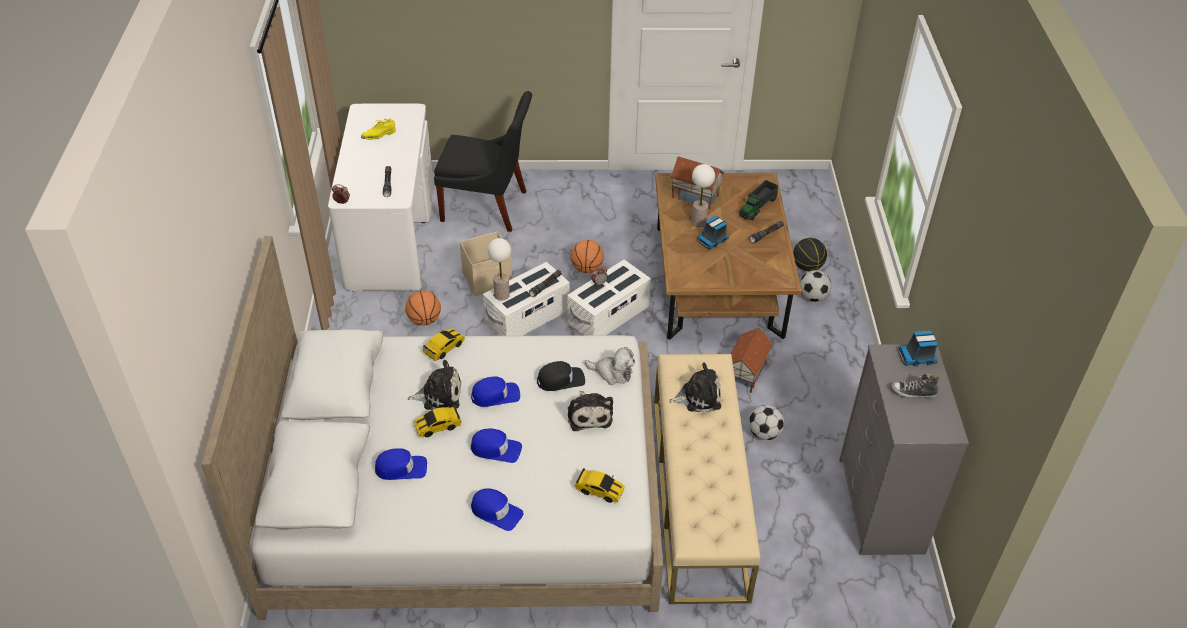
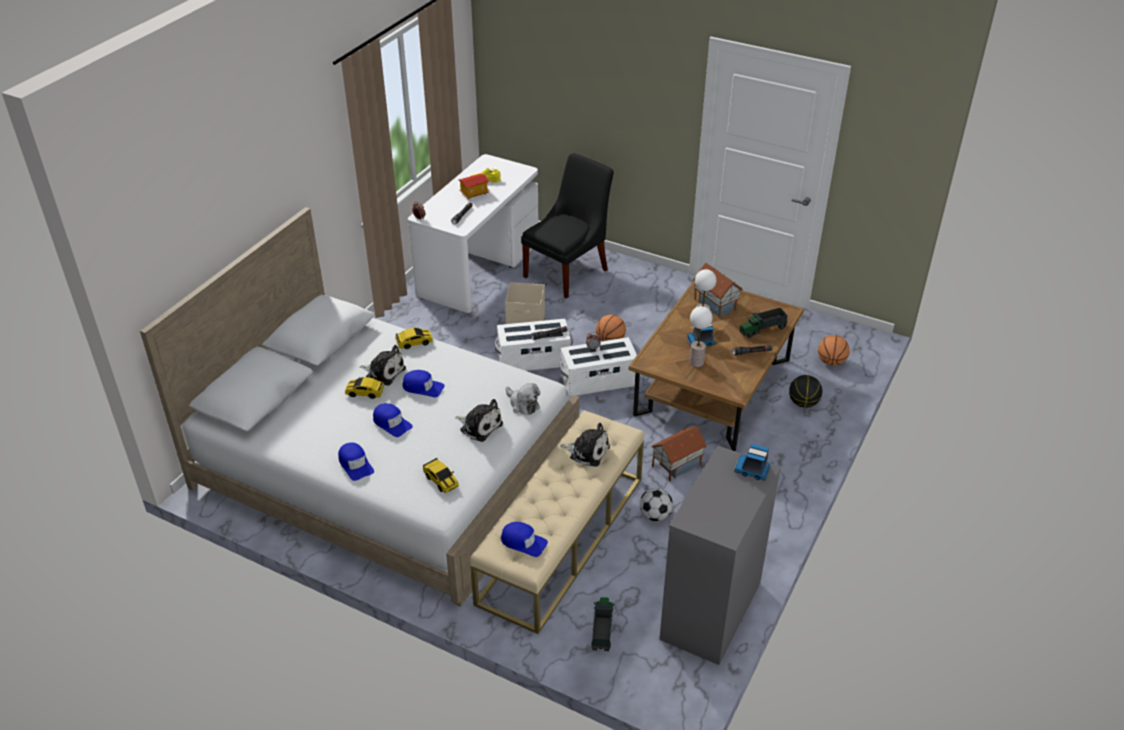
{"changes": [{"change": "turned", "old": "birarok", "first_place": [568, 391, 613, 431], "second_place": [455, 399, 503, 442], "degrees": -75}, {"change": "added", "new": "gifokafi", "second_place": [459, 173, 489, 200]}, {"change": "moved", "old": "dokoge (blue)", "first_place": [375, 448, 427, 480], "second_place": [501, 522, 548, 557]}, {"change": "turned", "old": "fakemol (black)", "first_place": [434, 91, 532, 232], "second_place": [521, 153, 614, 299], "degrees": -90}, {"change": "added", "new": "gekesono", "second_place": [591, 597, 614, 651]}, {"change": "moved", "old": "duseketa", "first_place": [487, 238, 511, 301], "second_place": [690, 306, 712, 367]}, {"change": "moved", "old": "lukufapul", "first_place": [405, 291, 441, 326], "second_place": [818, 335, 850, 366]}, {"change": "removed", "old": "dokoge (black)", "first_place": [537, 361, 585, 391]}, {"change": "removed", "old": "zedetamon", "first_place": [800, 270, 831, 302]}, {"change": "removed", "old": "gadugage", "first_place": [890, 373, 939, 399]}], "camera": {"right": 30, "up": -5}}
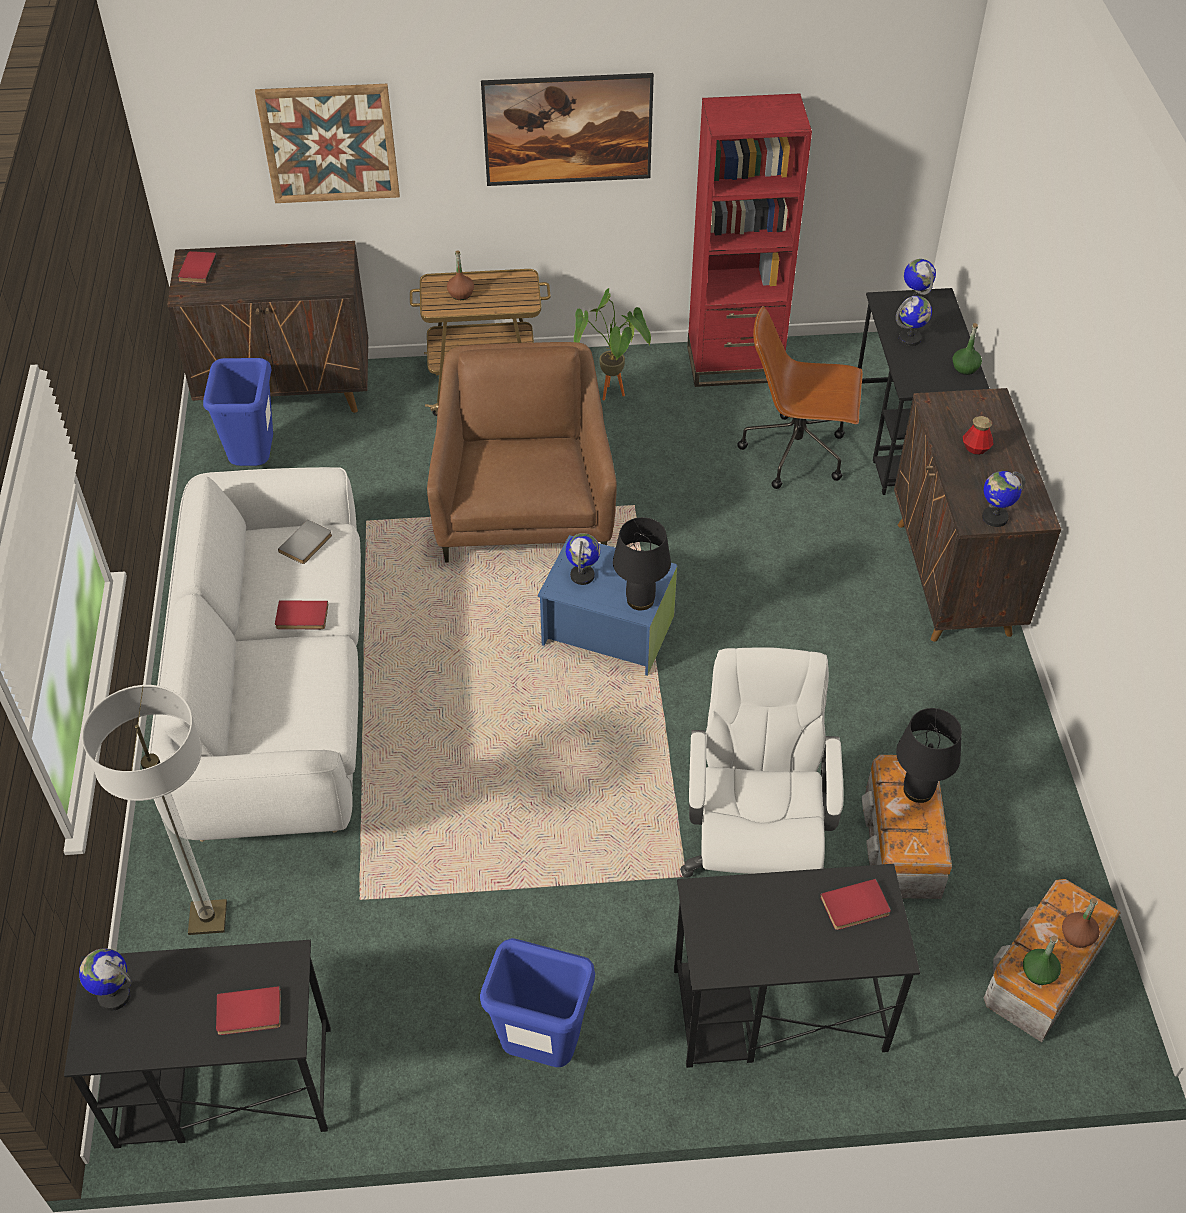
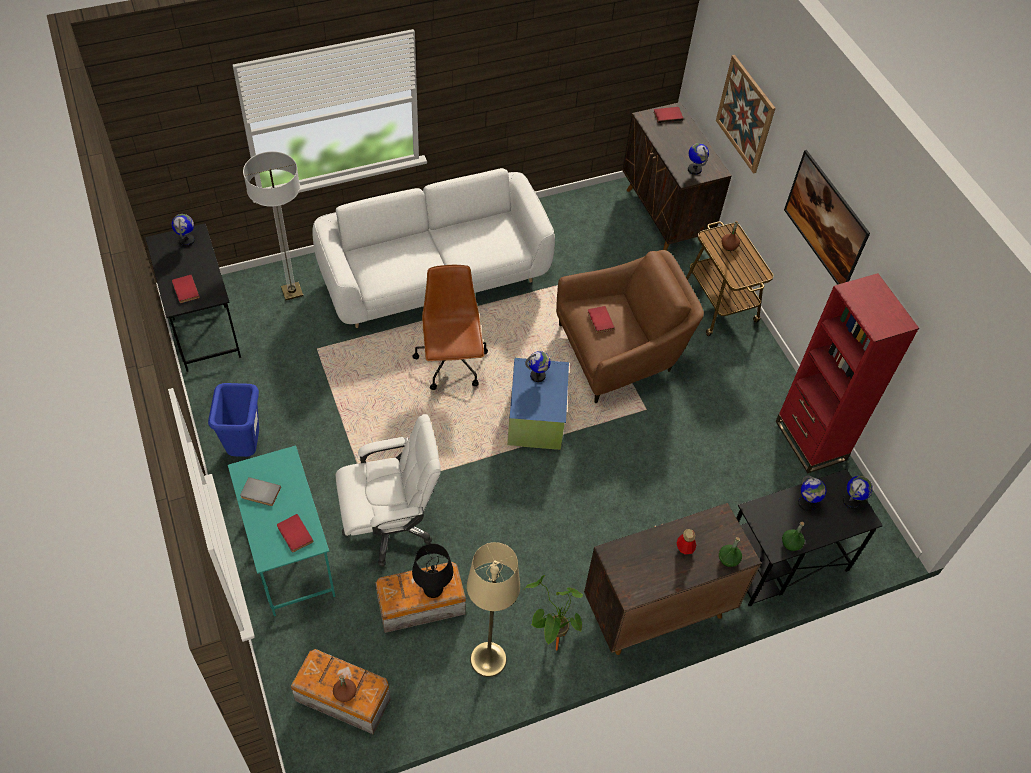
{"changes": [{"change": "recoloured", "old": "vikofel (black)", "new": "vikofel (turquoise)", "first_place": [674, 864, 920, 1068], "second_place": [228, 445, 335, 616]}, {"change": "moved", "old": "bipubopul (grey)", "first_place": [278, 520, 332, 564], "second_place": [240, 477, 281, 506]}, {"change": "moved", "old": "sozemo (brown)", "first_place": [737, 306, 863, 489], "second_place": [412, 265, 488, 390]}, {"change": "added", "new": "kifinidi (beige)", "second_place": [467, 542, 520, 677]}, {"change": "moved", "old": "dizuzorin", "first_place": [574, 288, 651, 401], "second_place": [525, 575, 583, 651]}, {"change": "moved", "old": "bipubopul (red)", "first_place": [275, 601, 329, 629], "second_place": [587, 306, 615, 333]}, {"change": "moved", "old": "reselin", "first_place": [982, 471, 1025, 527], "second_place": [688, 143, 709, 175]}, {"change": "moved", "old": "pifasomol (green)", "first_place": [1023, 935, 1061, 985], "second_place": [719, 537, 742, 567]}, {"change": "removed", "old": "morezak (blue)", "first_place": [203, 358, 273, 466]}, {"change": "removed", "old": "duseketa (black)", "first_place": [613, 517, 671, 610]}], "camera": {"right": 70, "up": 5}}
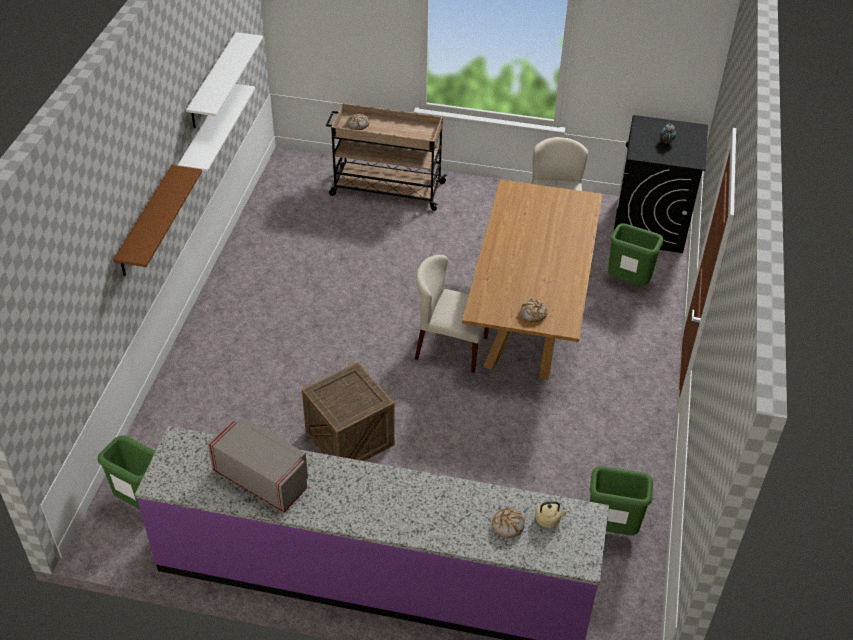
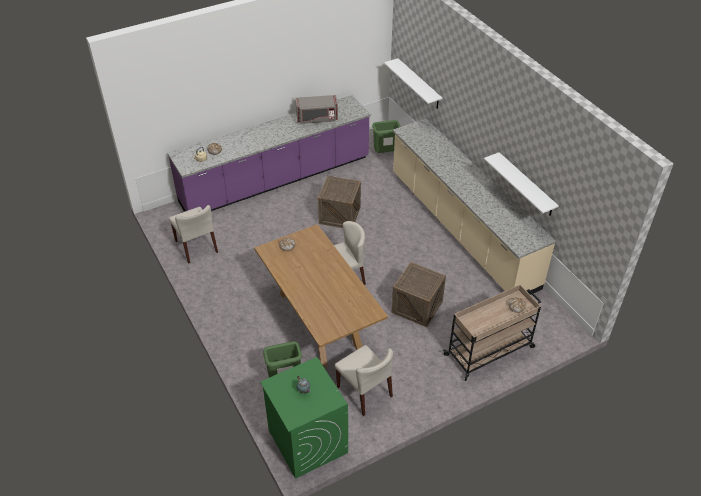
{"changes": [{"change": "replaced", "old": "morezak (green)", "new": "fakemol (beige)", "first_place": [589, 466, 653, 535], "second_place": [169, 205, 218, 264]}, {"change": "recoloured", "old": "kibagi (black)", "new": "kibagi (green)", "first_place": [614, 115, 708, 253], "second_place": [260, 357, 348, 479]}, {"change": "moved", "old": "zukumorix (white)", "first_place": [186, 32, 263, 129], "second_place": [384, 58, 442, 109]}, {"change": "added", "new": "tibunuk", "second_place": [392, 262, 446, 327]}, {"change": "added", "new": "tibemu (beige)", "second_place": [393, 118, 556, 295]}, {"change": "removed", "old": "zukumorix (brown)", "first_place": [113, 165, 202, 276]}], "camera": {"right": 140, "up": 0}}
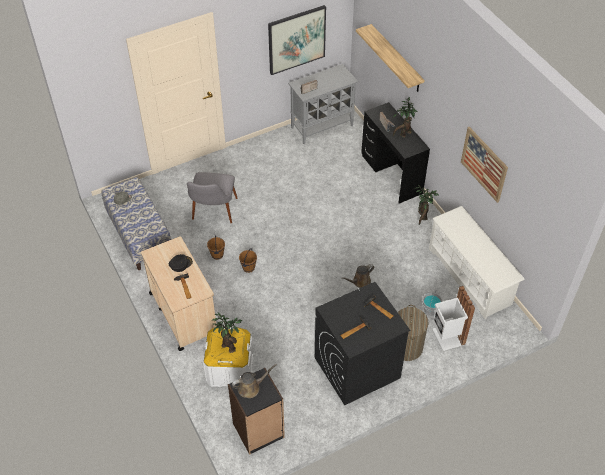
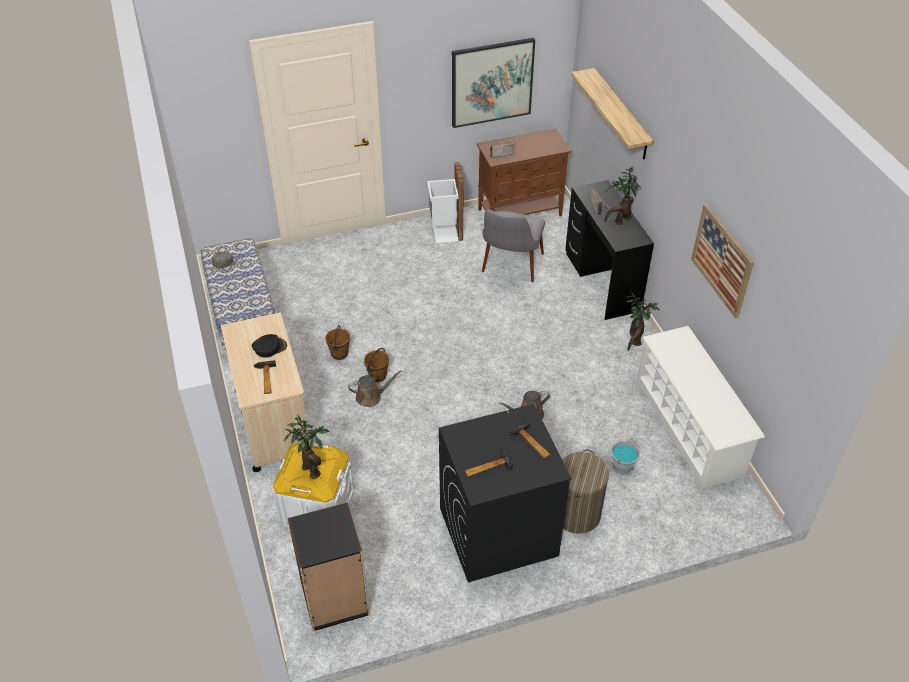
{"changes": [{"change": "moved", "old": "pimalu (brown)", "first_place": [232, 364, 277, 398], "second_place": [348, 370, 403, 407]}, {"change": "moved", "old": "morezak (white)", "first_place": [432, 286, 475, 351], "second_place": [427, 162, 464, 243]}, {"change": "recoloured", "old": "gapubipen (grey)", "new": "gapubipen (brown)", "first_place": [288, 64, 358, 144], "second_place": [477, 128, 572, 217]}, {"change": "moved", "old": "fakemol (grey)", "first_place": [187, 172, 238, 223], "second_place": [482, 209, 545, 282]}], "camera": {"right": 10, "up": -5}}
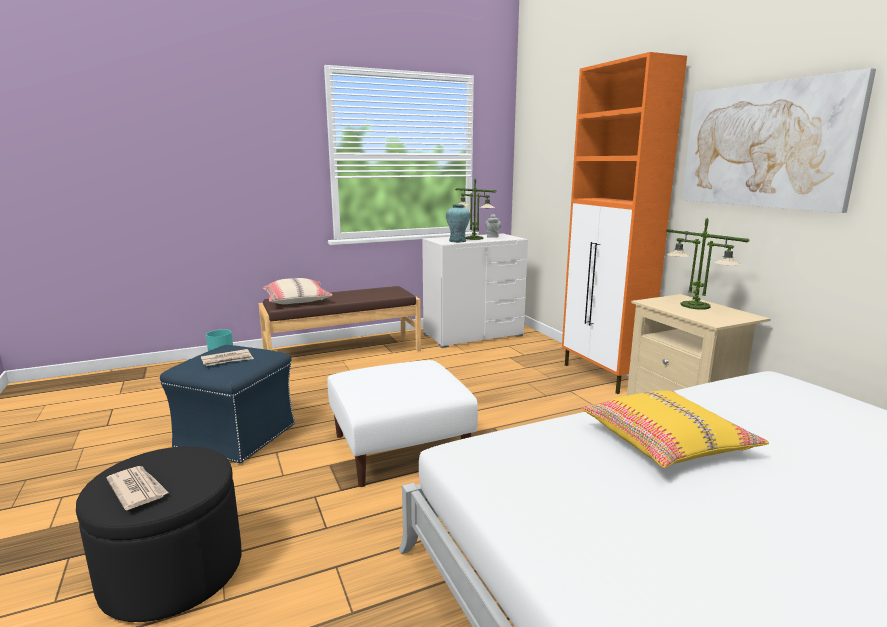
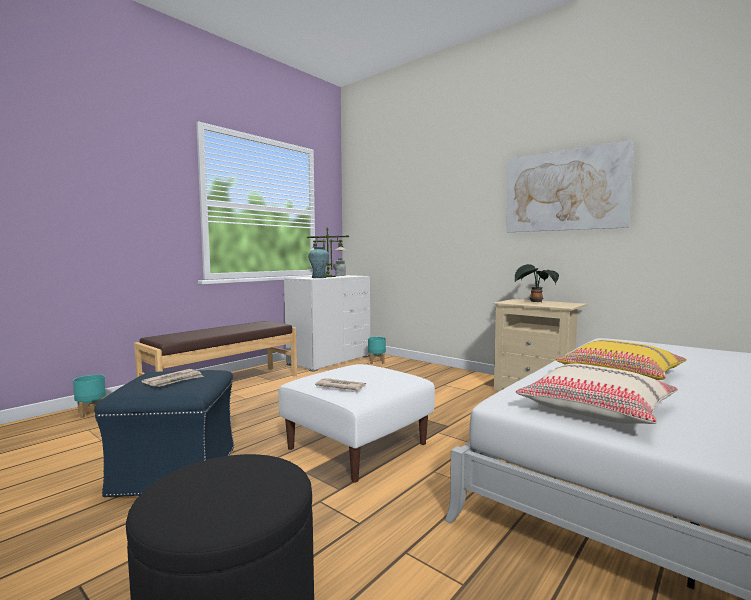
{"changes": [{"change": "moved", "old": "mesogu", "first_place": [107, 466, 169, 510], "second_place": [315, 378, 366, 390]}, {"change": "added", "new": "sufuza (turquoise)", "second_place": [368, 337, 386, 364]}, {"change": "replaced", "old": "duseketa", "new": "dizuzorin", "first_place": [666, 218, 750, 310], "second_place": [515, 264, 559, 302]}, {"change": "moved", "old": "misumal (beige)", "first_place": [263, 278, 333, 304], "second_place": [516, 364, 678, 424]}, {"change": "removed", "old": "gapubipen (orange)", "first_place": [562, 52, 687, 394]}], "camera": {"right": -25, "up": -10}}
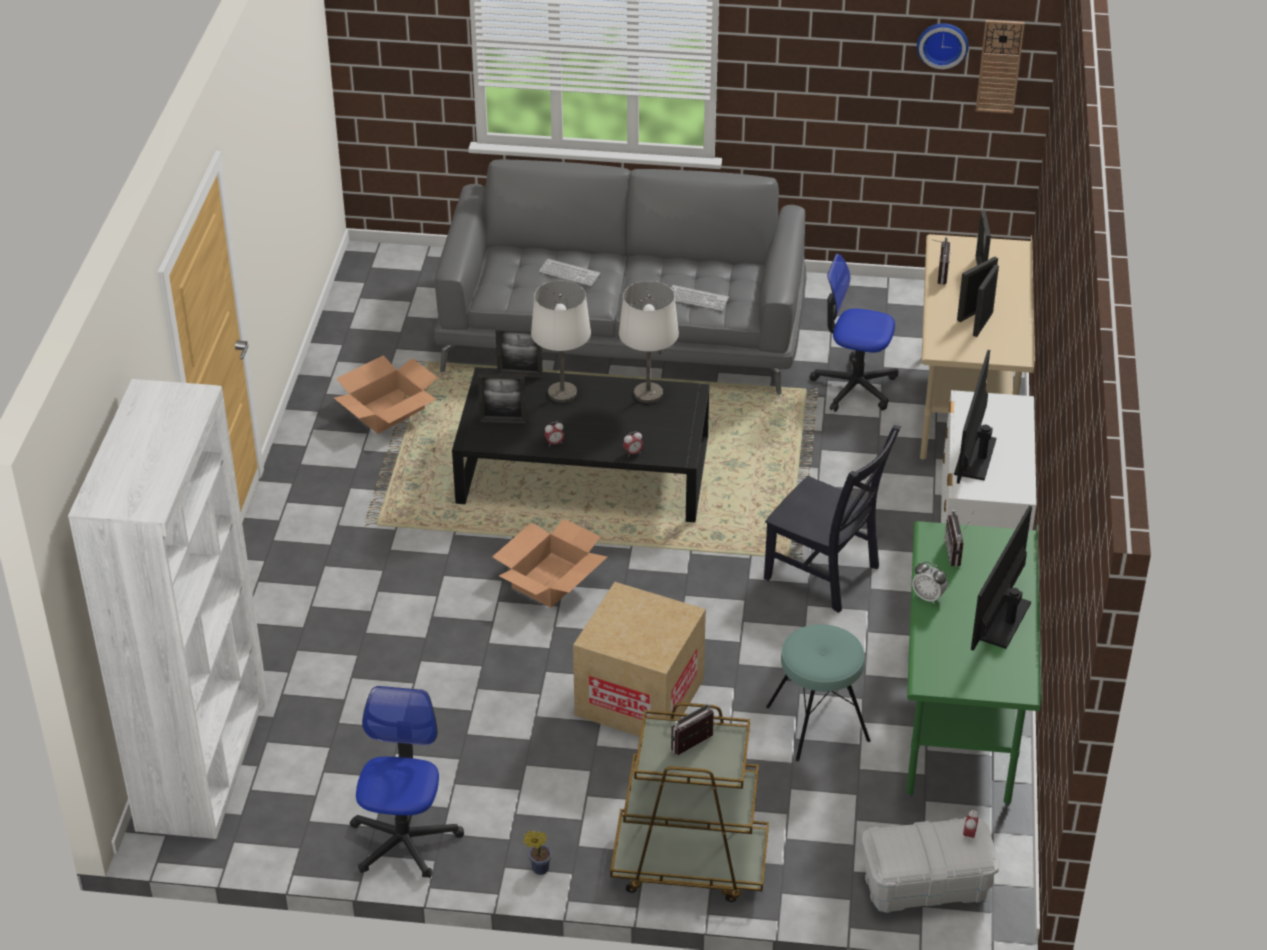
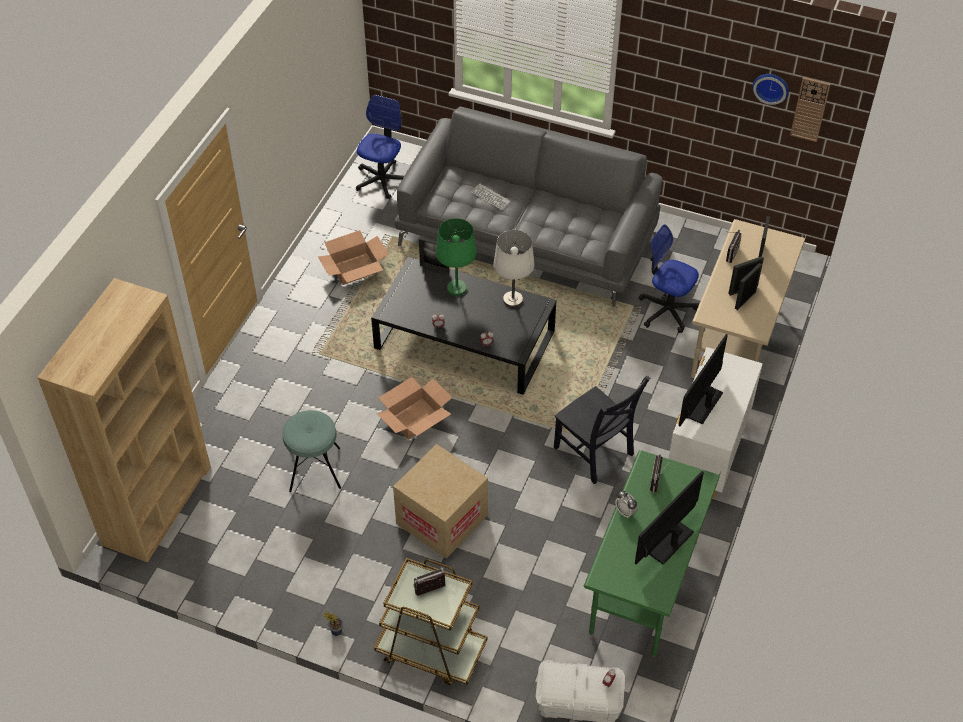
{"changes": [{"change": "recoloured", "old": "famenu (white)", "new": "famenu (brown)", "first_place": [68, 379, 268, 839], "second_place": [37, 278, 211, 563]}, {"change": "moved", "old": "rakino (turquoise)", "first_place": [766, 624, 871, 761], "second_place": [282, 410, 341, 492]}, {"change": "moved", "old": "sozemo", "first_place": [350, 686, 464, 878], "second_place": [356, 95, 404, 199]}, {"change": "recoloured", "old": "duseketa (white)", "new": "duseketa (green)", "first_place": [531, 281, 591, 403], "second_place": [436, 218, 477, 296]}, {"change": "removed", "old": "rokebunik", "first_place": [478, 374, 526, 424]}, {"change": "removed", "old": "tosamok", "first_place": [671, 285, 729, 311]}], "camera": {"right": 15, "up": 10}}
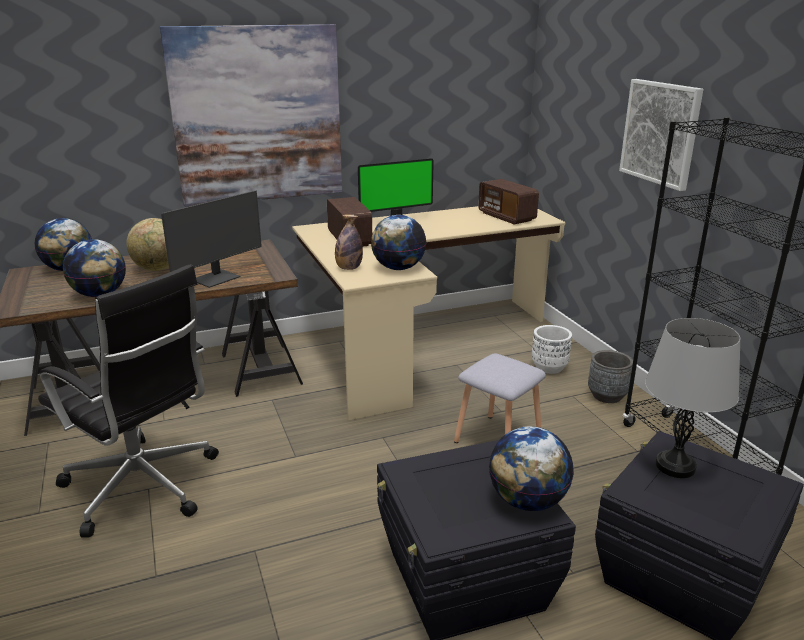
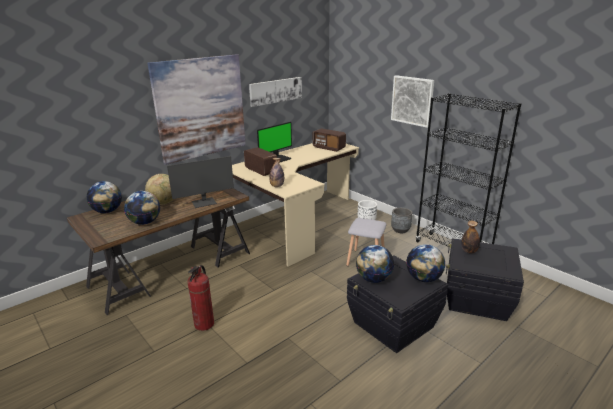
{"changes": [{"change": "turned", "old": "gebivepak", "first_place": [161, 190, 262, 288], "second_place": [167, 156, 234, 208], "degrees": 45}, {"change": "replaced", "old": "sozemo (black)", "new": "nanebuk", "first_place": [38, 264, 219, 537], "second_place": [188, 265, 214, 331]}, {"change": "added", "new": "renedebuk", "second_place": [249, 77, 302, 107]}, {"change": "moved", "old": "reselin", "first_place": [371, 215, 427, 270], "second_place": [356, 245, 394, 283]}, {"change": "replaced", "old": "duseketa (grey)", "new": "pifasomol", "first_place": [645, 318, 740, 478], "second_place": [461, 221, 480, 254]}], "camera": {"right": -20, "up": 0}}
